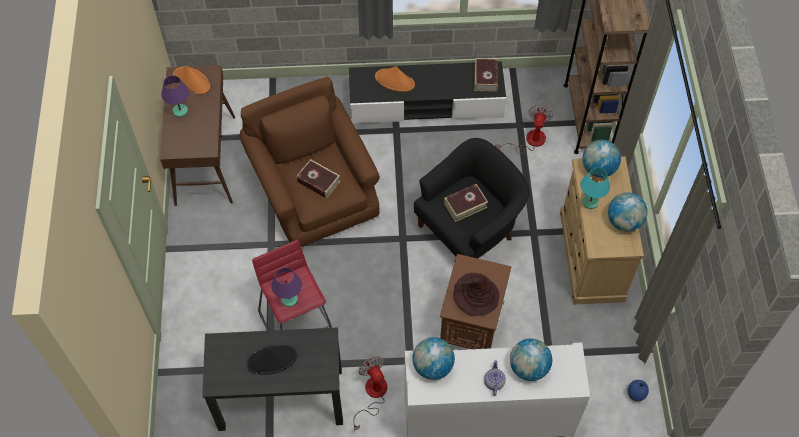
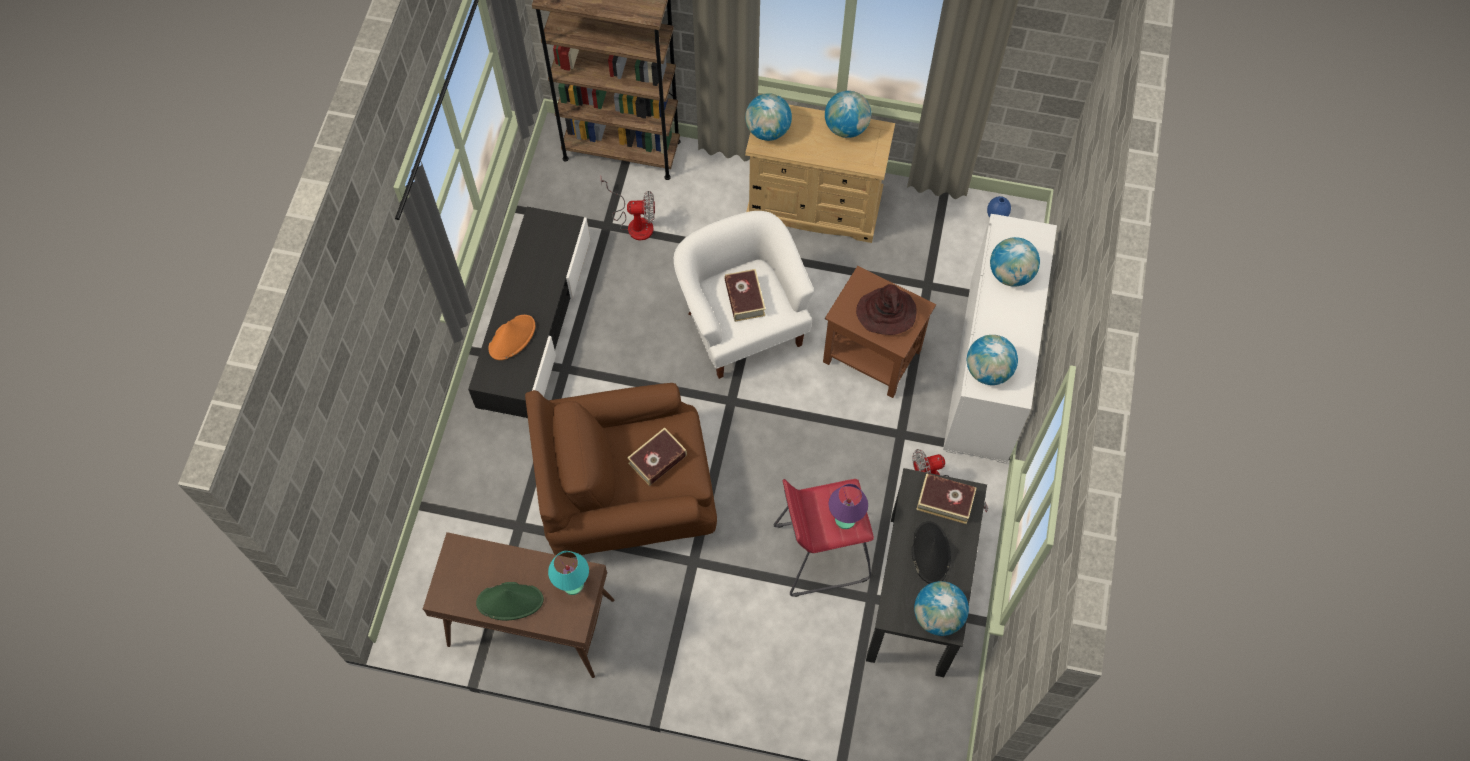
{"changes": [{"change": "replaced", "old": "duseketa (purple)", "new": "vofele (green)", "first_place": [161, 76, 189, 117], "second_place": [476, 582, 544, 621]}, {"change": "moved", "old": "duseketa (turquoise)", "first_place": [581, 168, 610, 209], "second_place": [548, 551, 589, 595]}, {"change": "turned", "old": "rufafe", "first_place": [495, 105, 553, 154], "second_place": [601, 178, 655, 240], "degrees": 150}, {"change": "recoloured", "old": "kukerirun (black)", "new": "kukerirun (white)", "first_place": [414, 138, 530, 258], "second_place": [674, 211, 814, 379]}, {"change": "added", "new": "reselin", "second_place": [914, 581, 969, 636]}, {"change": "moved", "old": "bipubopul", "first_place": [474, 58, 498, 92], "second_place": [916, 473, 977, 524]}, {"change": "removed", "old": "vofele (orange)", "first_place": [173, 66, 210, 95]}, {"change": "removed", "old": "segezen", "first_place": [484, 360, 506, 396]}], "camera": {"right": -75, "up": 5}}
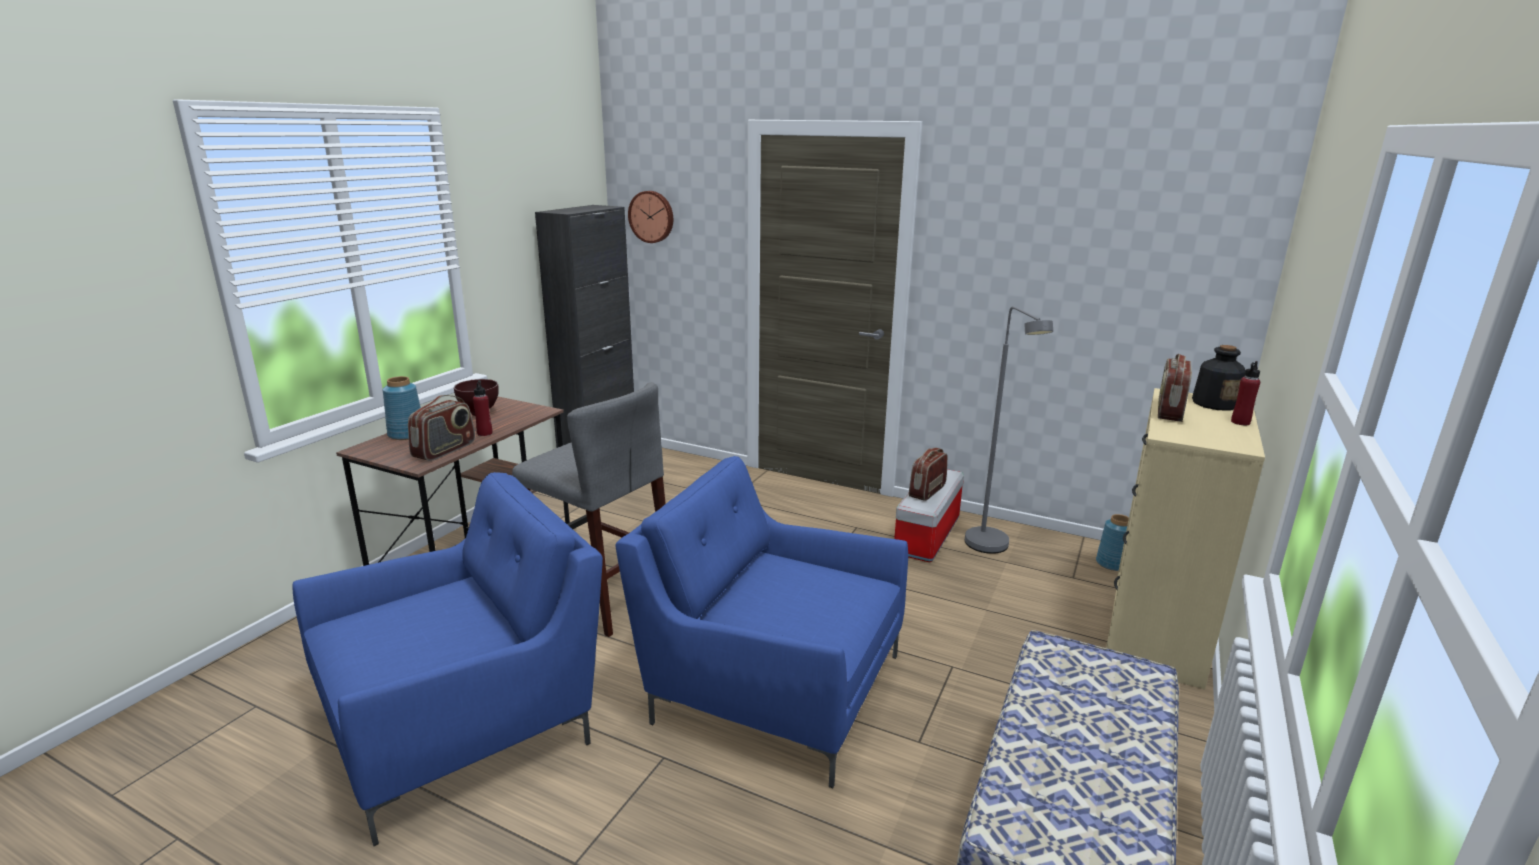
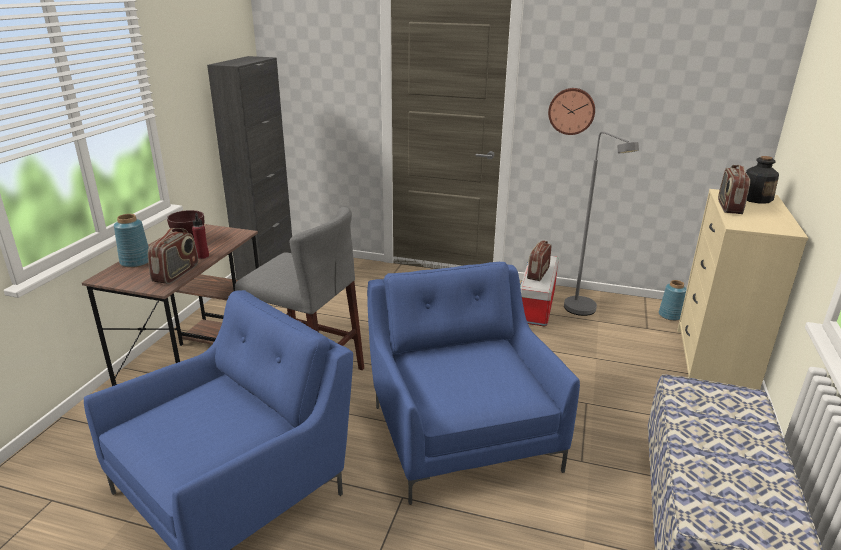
{"changes": [{"change": "turned", "old": "kukerirun (blue)", "first_place": [616, 456, 908, 788], "second_place": [367, 262, 580, 505], "degrees": 60}, {"change": "moved", "old": "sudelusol", "first_place": [628, 191, 673, 243], "second_place": [548, 88, 595, 135]}, {"change": "removed", "old": "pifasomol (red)", "first_place": [1231, 361, 1260, 426]}], "camera": {"right": -10, "up": 5}}
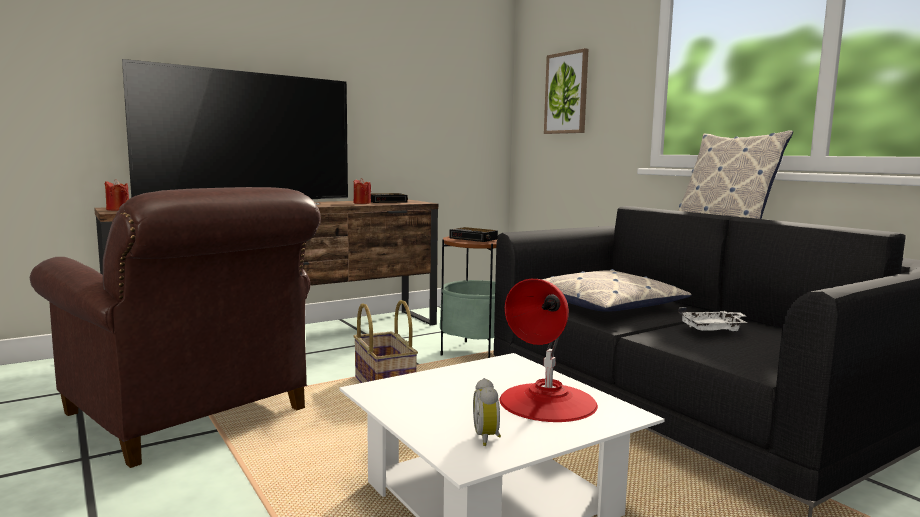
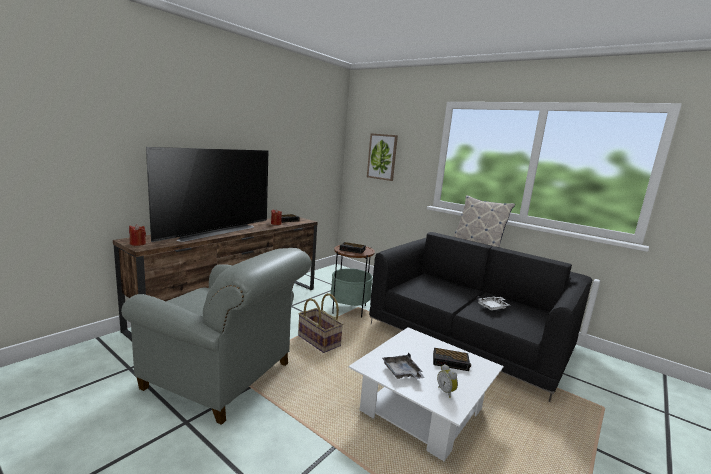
{"changes": [{"change": "recoloured", "old": "kukerirun (brown)", "new": "kukerirun (grey)", "first_place": [30, 187, 321, 468], "second_place": [121, 248, 311, 425]}, {"change": "added", "new": "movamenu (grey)", "second_place": [382, 352, 425, 379]}, {"change": "replaced", "old": "duseketa (red)", "new": "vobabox", "first_place": [499, 279, 598, 422], "second_place": [433, 348, 471, 371]}, {"change": "removed", "old": "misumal", "first_place": [542, 269, 692, 312]}], "camera": {"right": -20, "up": 5}}
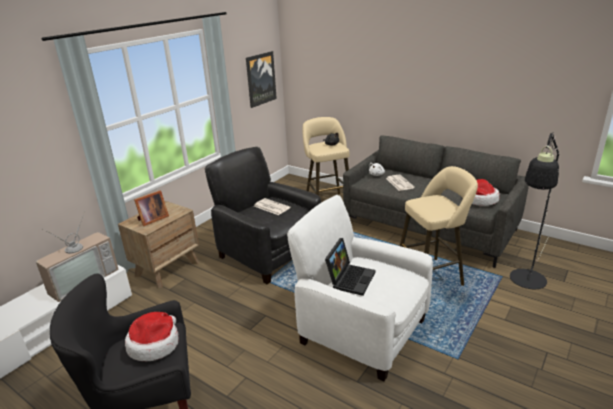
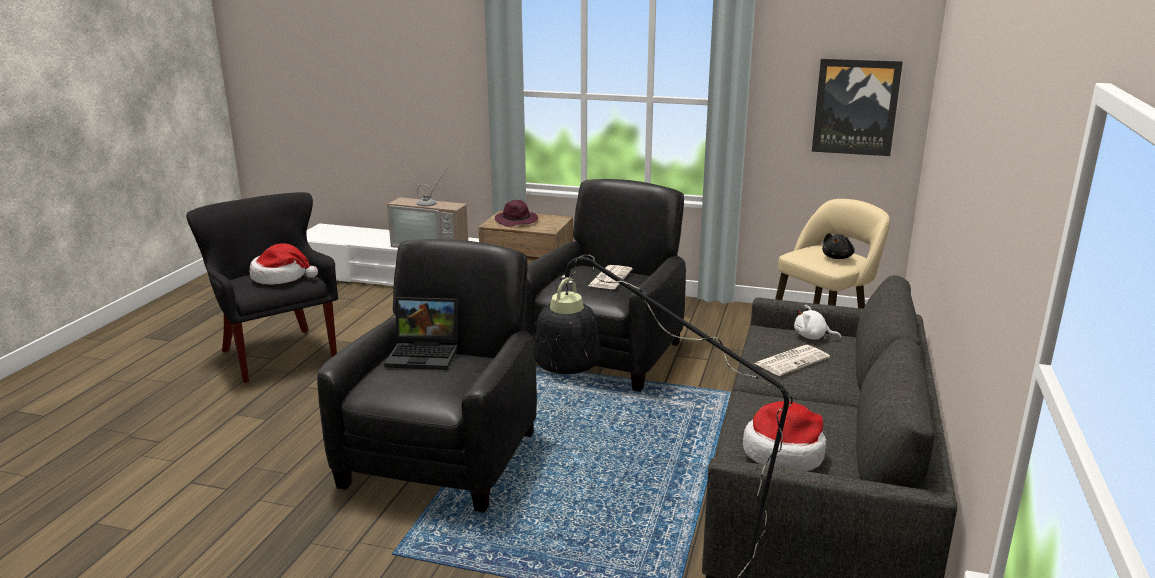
{"changes": [{"change": "recoloured", "old": "kukerirun (white)", "new": "kukerirun (black)", "first_place": [287, 195, 433, 381], "second_place": [317, 239, 537, 513]}, {"change": "replaced", "old": "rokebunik", "new": "vofele (purple)", "first_place": [134, 190, 169, 226], "second_place": [495, 200, 538, 227]}, {"change": "removed", "old": "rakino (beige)", "first_place": [400, 166, 478, 286]}], "camera": {"right": 70, "up": -5}}
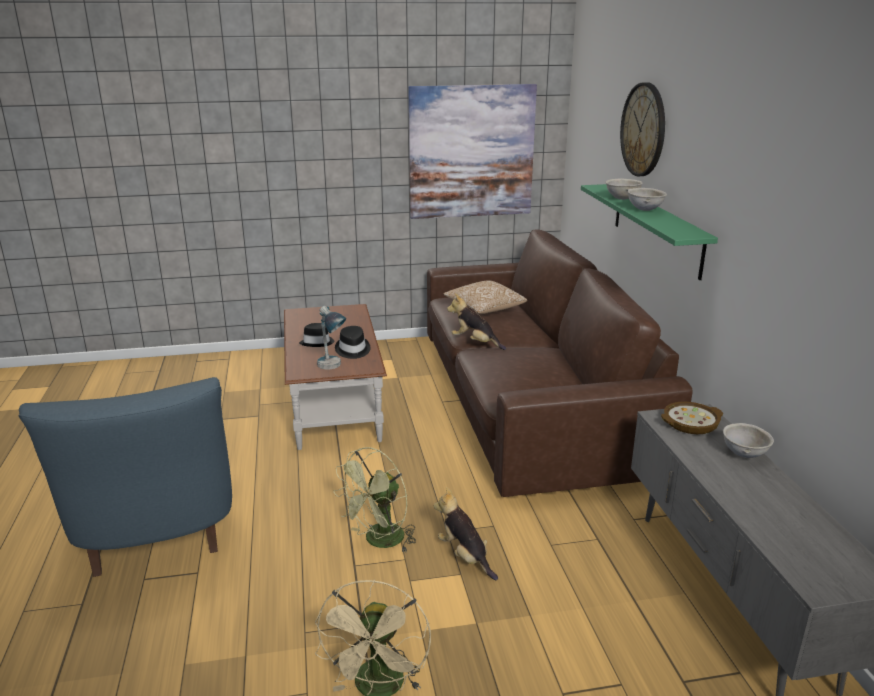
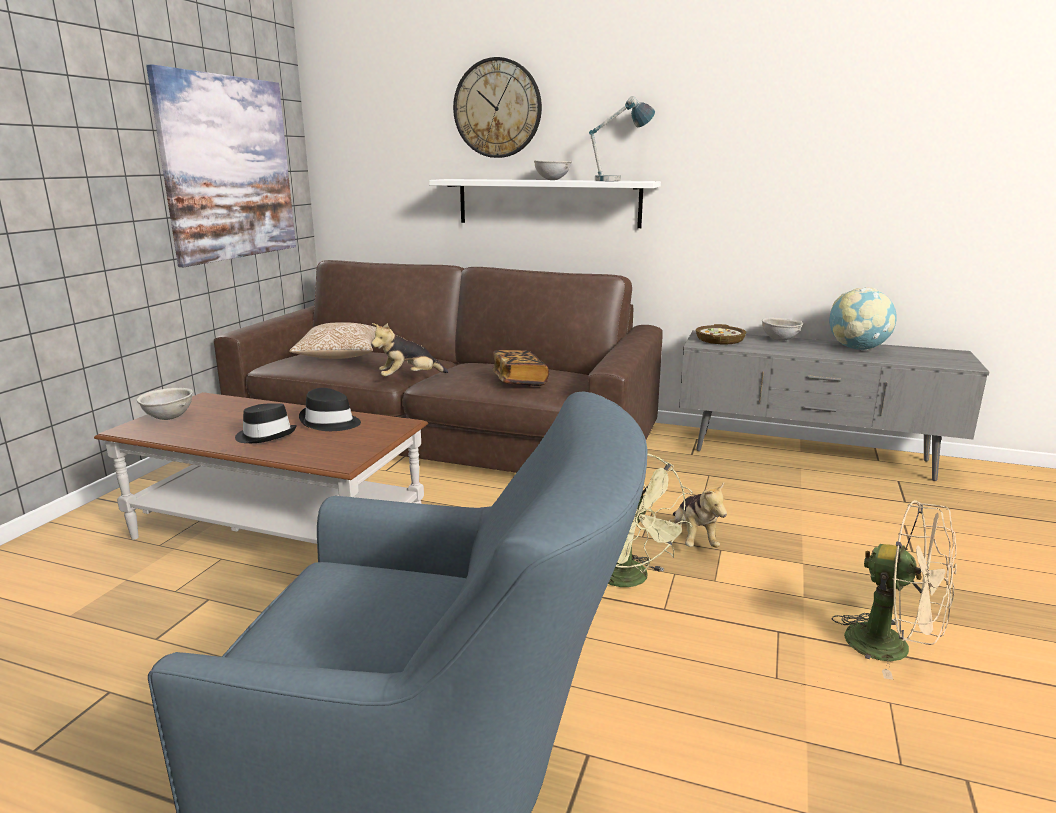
{"changes": [{"change": "moved", "old": "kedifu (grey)", "first_place": [605, 179, 643, 200], "second_place": [137, 388, 193, 420]}, {"change": "recoloured", "old": "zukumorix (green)", "new": "zukumorix (white)", "first_place": [581, 184, 718, 280], "second_place": [429, 179, 661, 228]}, {"change": "added", "new": "bipubopul", "second_place": [492, 350, 549, 386]}, {"change": "moved", "old": "duseketa", "first_place": [317, 306, 346, 370], "second_place": [589, 96, 655, 181]}, {"change": "turned", "old": "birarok", "first_place": [434, 487, 498, 581], "second_place": [669, 482, 727, 548], "degrees": -90}, {"change": "added", "new": "reselin", "second_place": [829, 287, 897, 351]}], "camera": {"right": -60, "up": -5}}
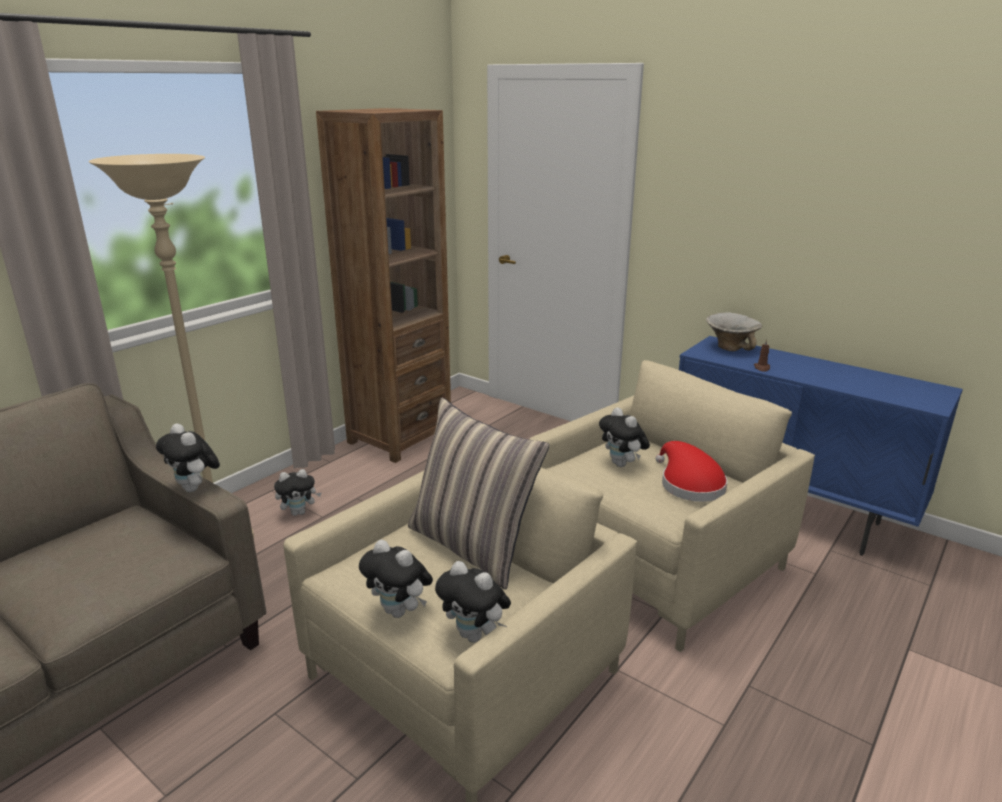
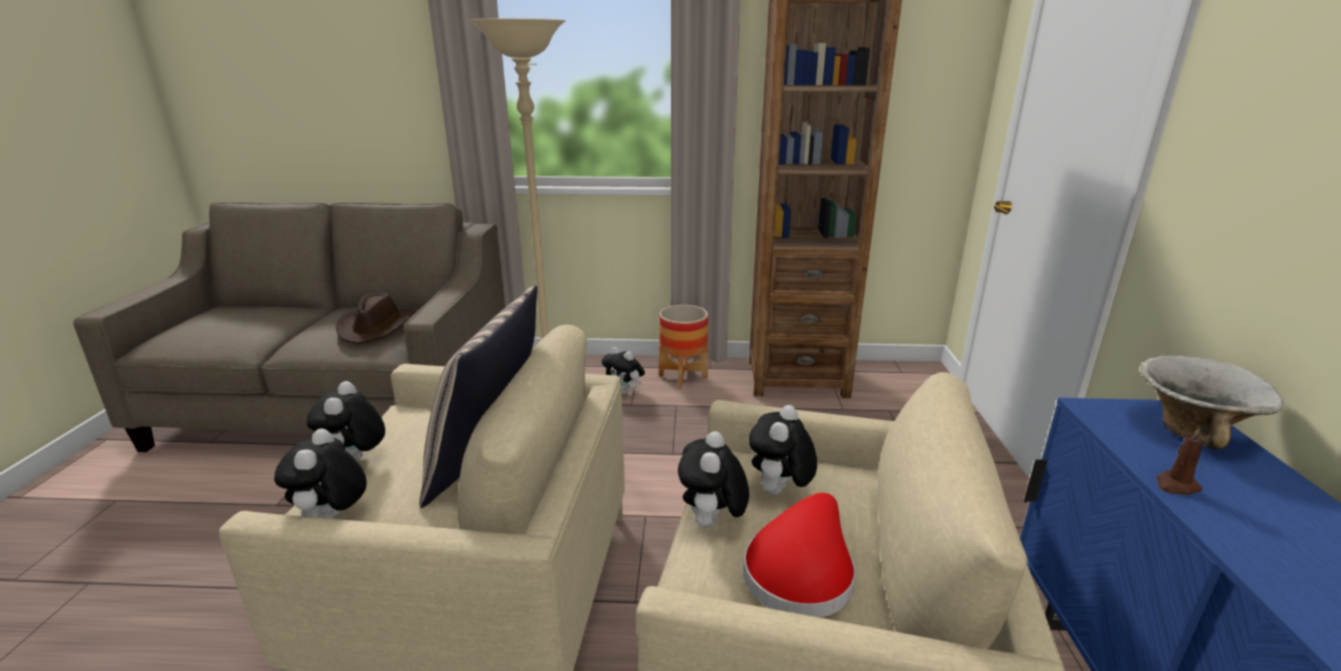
{"changes": [{"change": "added", "new": "vofele (brown)", "second_place": [336, 293, 416, 344]}, {"change": "added", "new": "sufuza", "second_place": [659, 305, 709, 388]}, {"change": "moved", "old": "birarok", "first_place": [156, 423, 220, 492], "second_place": [678, 431, 749, 528]}], "camera": {"right": 55, "up": 0}}
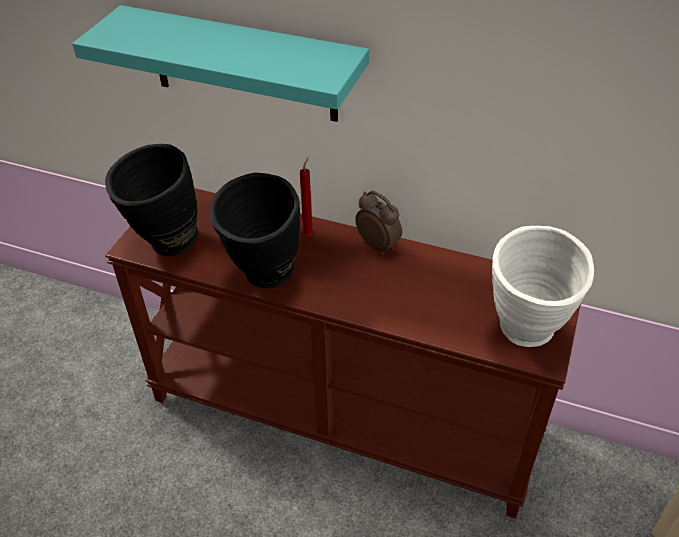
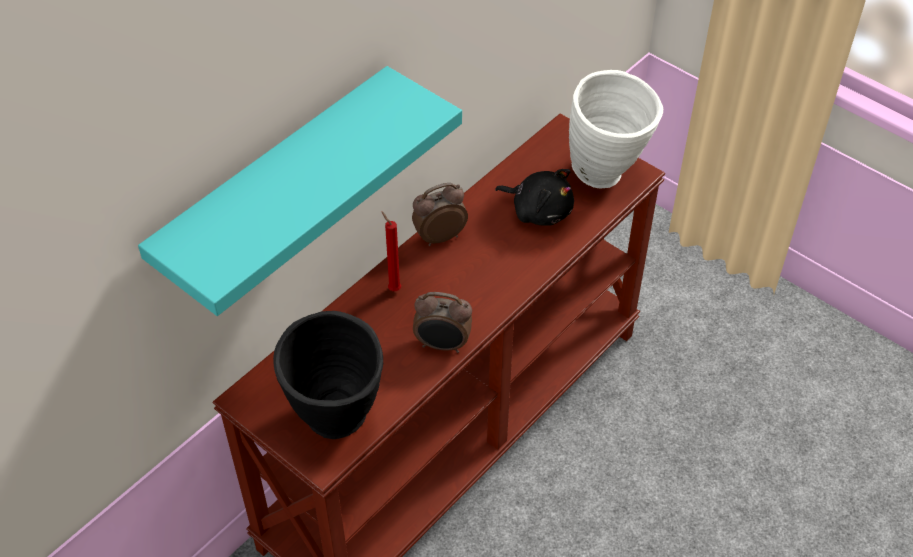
{"changes": [{"change": "replaced", "old": "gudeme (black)", "new": "vobabox", "first_place": [209, 173, 300, 288], "second_place": [413, 292, 472, 353]}, {"change": "added", "new": "birarok (black)", "second_place": [495, 169, 574, 226]}], "camera": {"right": -70, "up": 5}}
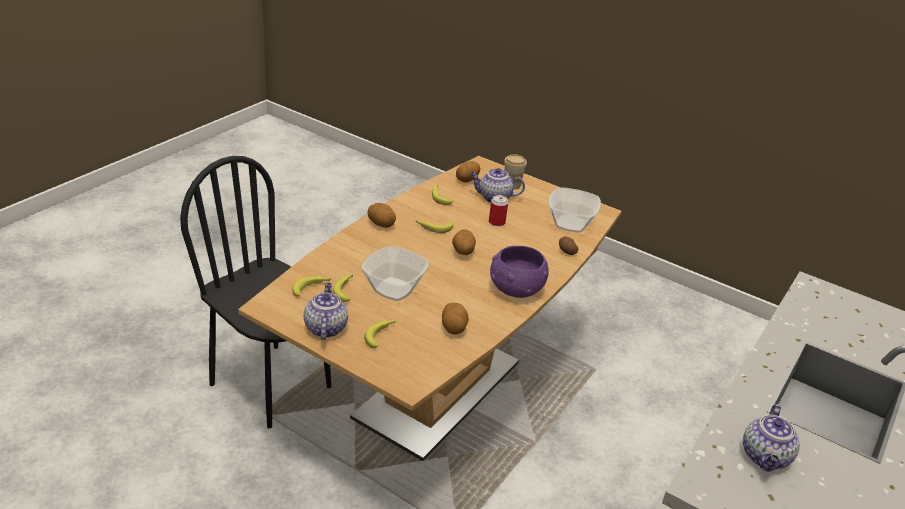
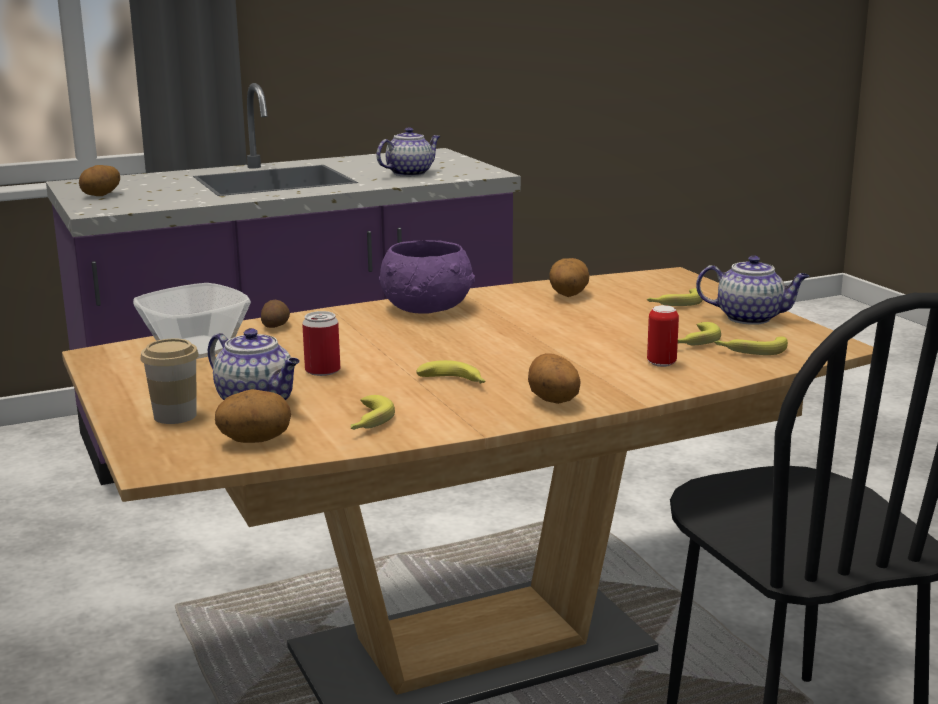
{"changes": [{"change": "moved", "old": "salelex", "first_place": [452, 229, 476, 255], "second_place": [79, 165, 120, 196]}, {"change": "added", "new": "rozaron", "second_place": [647, 305, 679, 367]}, {"change": "turned", "old": "segezen", "first_place": [304, 283, 348, 340], "second_place": [696, 255, 809, 325], "degrees": -105}, {"change": "removed", "old": "kedifu", "first_place": [361, 246, 429, 301]}], "camera": {"right": -145, "up": -15}}
